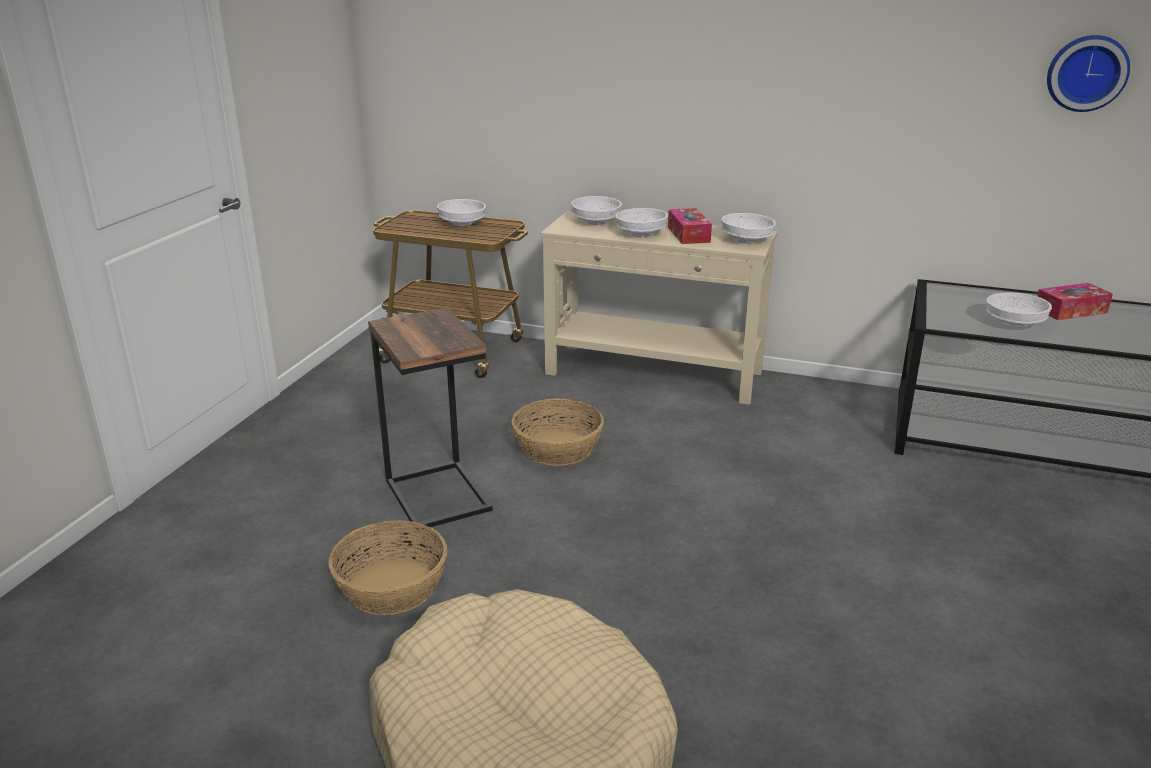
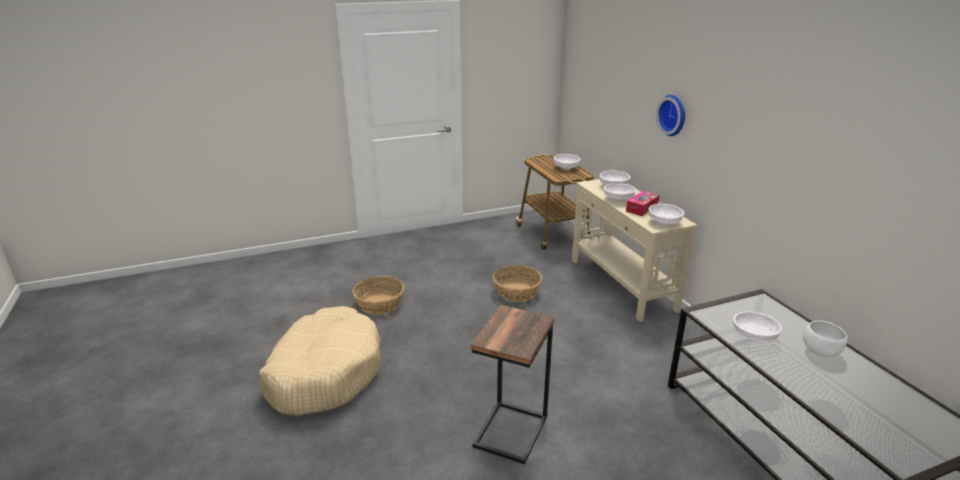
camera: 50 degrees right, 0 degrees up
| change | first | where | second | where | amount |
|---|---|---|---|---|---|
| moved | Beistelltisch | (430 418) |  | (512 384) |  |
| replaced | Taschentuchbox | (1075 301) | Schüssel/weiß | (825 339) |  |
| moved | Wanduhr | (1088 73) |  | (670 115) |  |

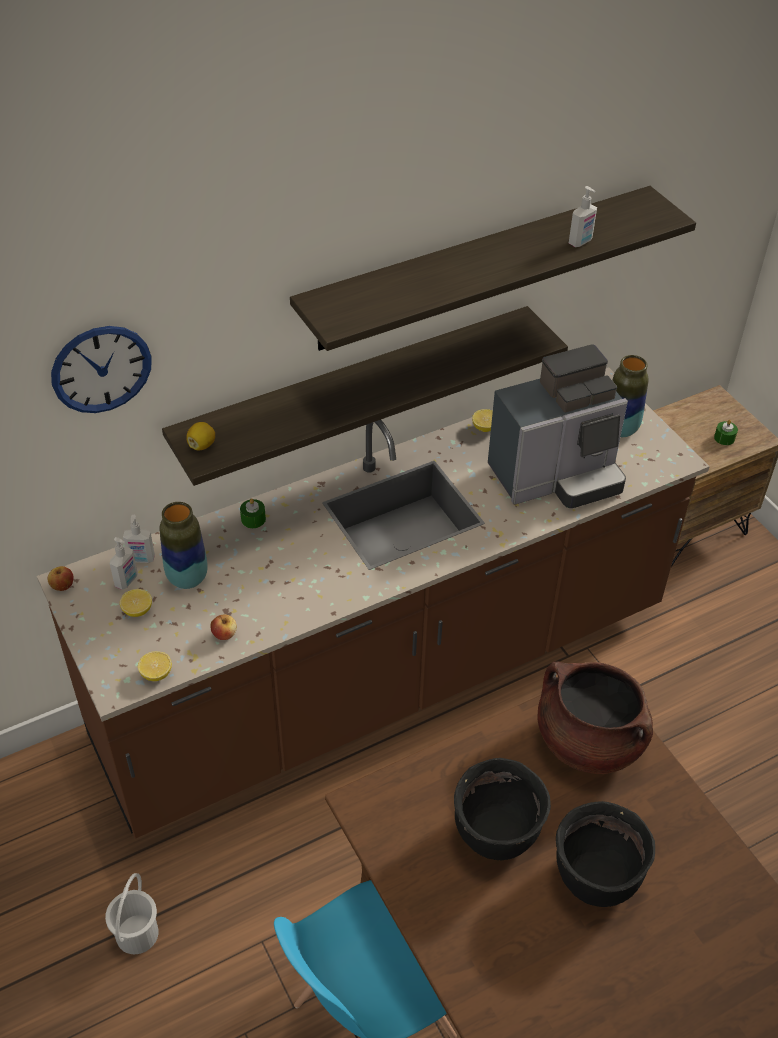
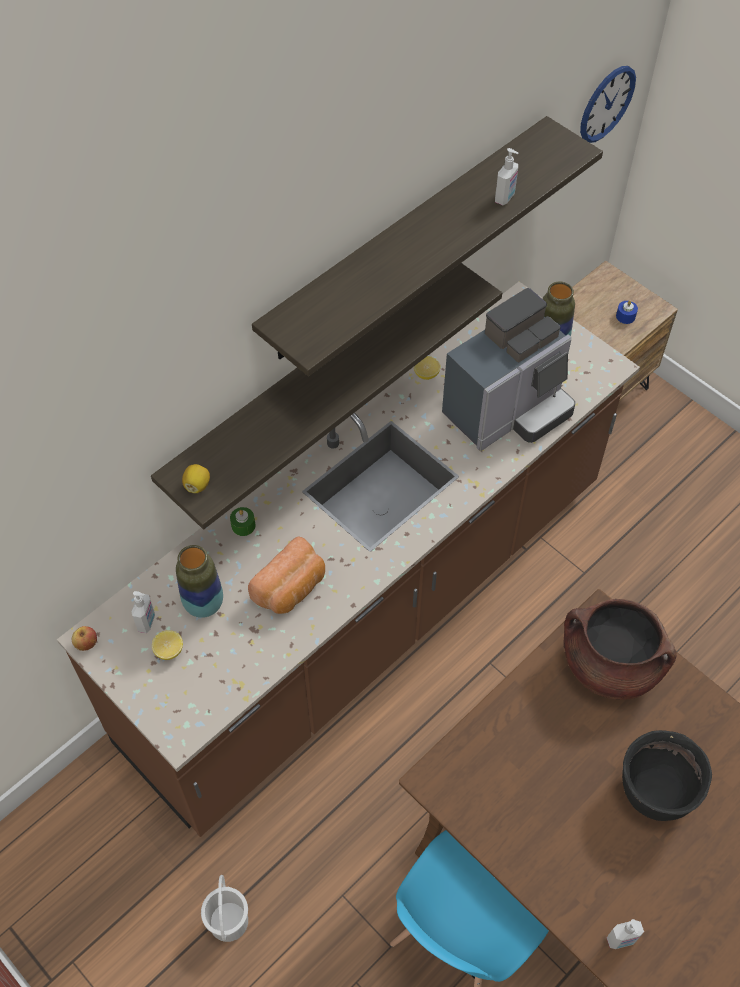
camera: 15 degrees left, 10 degrees up
| change | first | where | second | where | amount |
|---|---|---|---|---|---|
| moved | Wanduhr | (101 369) |  | (608 104) |  |
| moved | Seifenspender | (139 539) |  | (625 934) |  |
| removed | Zitrone | (155 666) |  |  |  |
| removed | Apfel | (224 627) |  |  |  |
| removed | Kochtopf/schwarz | (502 809) |  |  |  |
| recoloured | Kerze/grün | (726 432) | Kerze/blau | (627 312) |  |
| added |  |  | Brot | (286 575) |  |

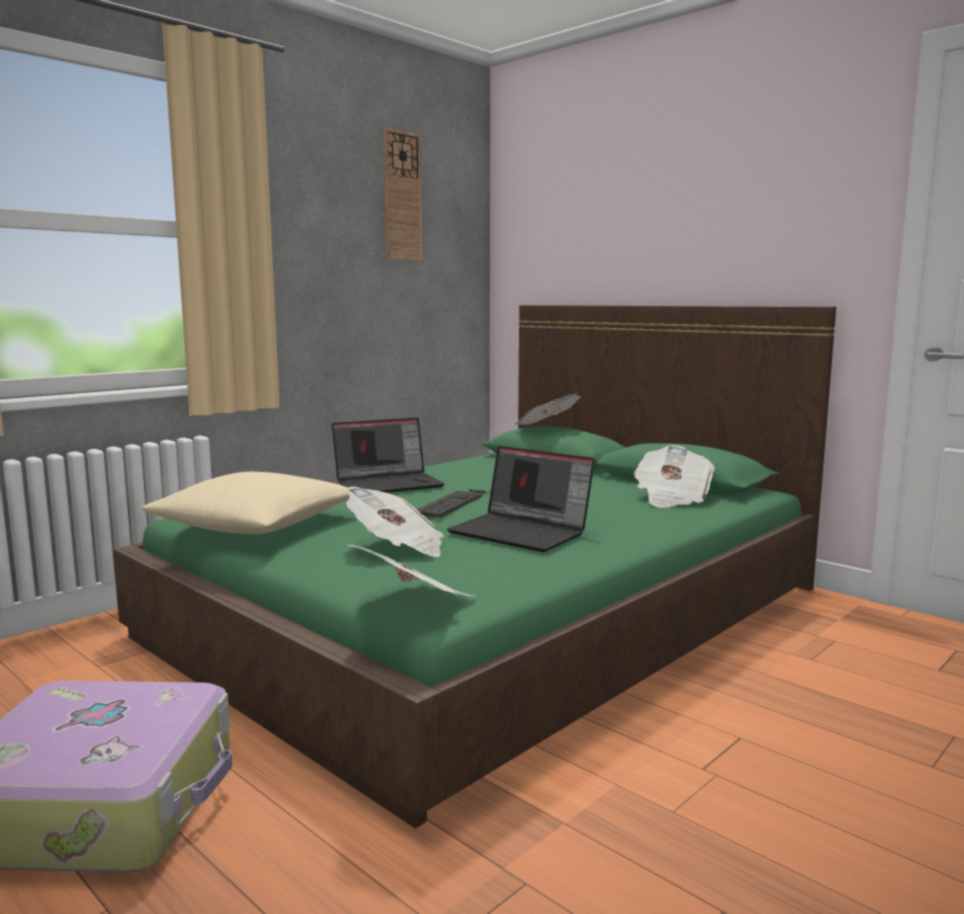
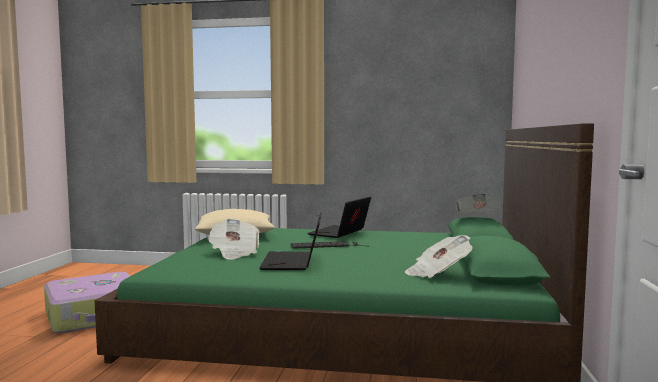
camera: 55 degrees right, 5 degrees down
| change | first | where | second | where | amount |
|---|---|---|---|---|---|
| turned | Laptop | (388 455) |  | (339 217) | 90 degrees clockwise |
| removed | Zeitung | (411 570) |  |  |  |
| removed | Wanduhr | (403 194) |  |  |  |

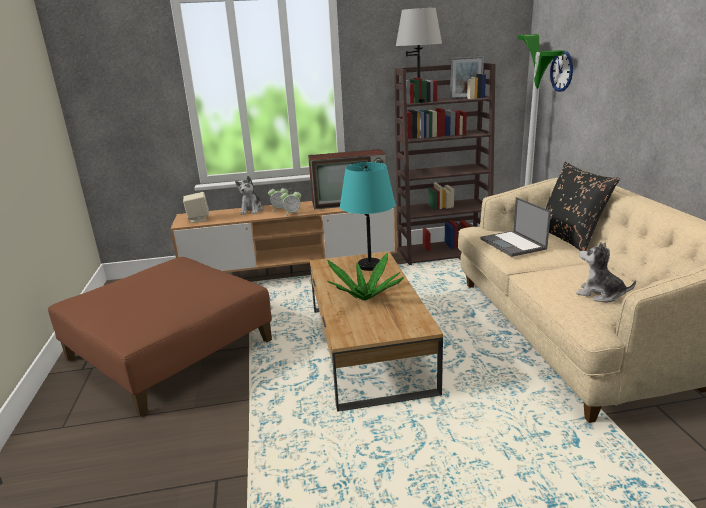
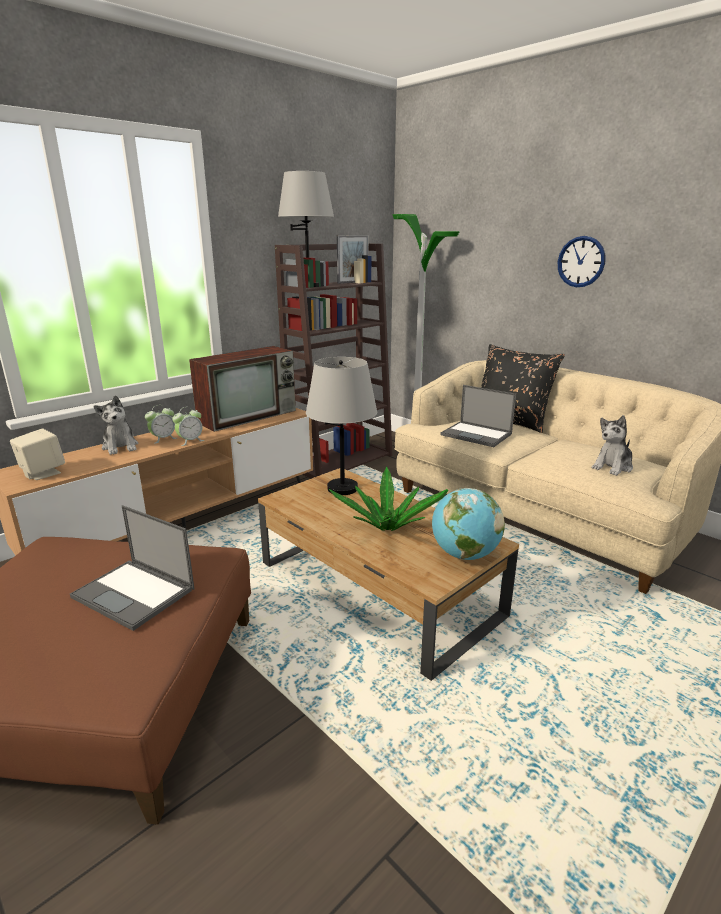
camera: 35 degrees left, 0 degrees up
| change | first | where | second | where | amount |
|---|---|---|---|---|---|
| recoloured | Tischlampe/türkis | (368 216) | Tischlampe/grau | (341 426) |  |
| moved | Wanduhr | (561 71) |  | (581 261) |  |
| turned | Plüschtier | (606 272) |  | (612 445) | 45 degrees counterclockwise |
| added |  |  | Laptop | (132 568) |  |
| added |  |  | Globus | (468 524) |  |

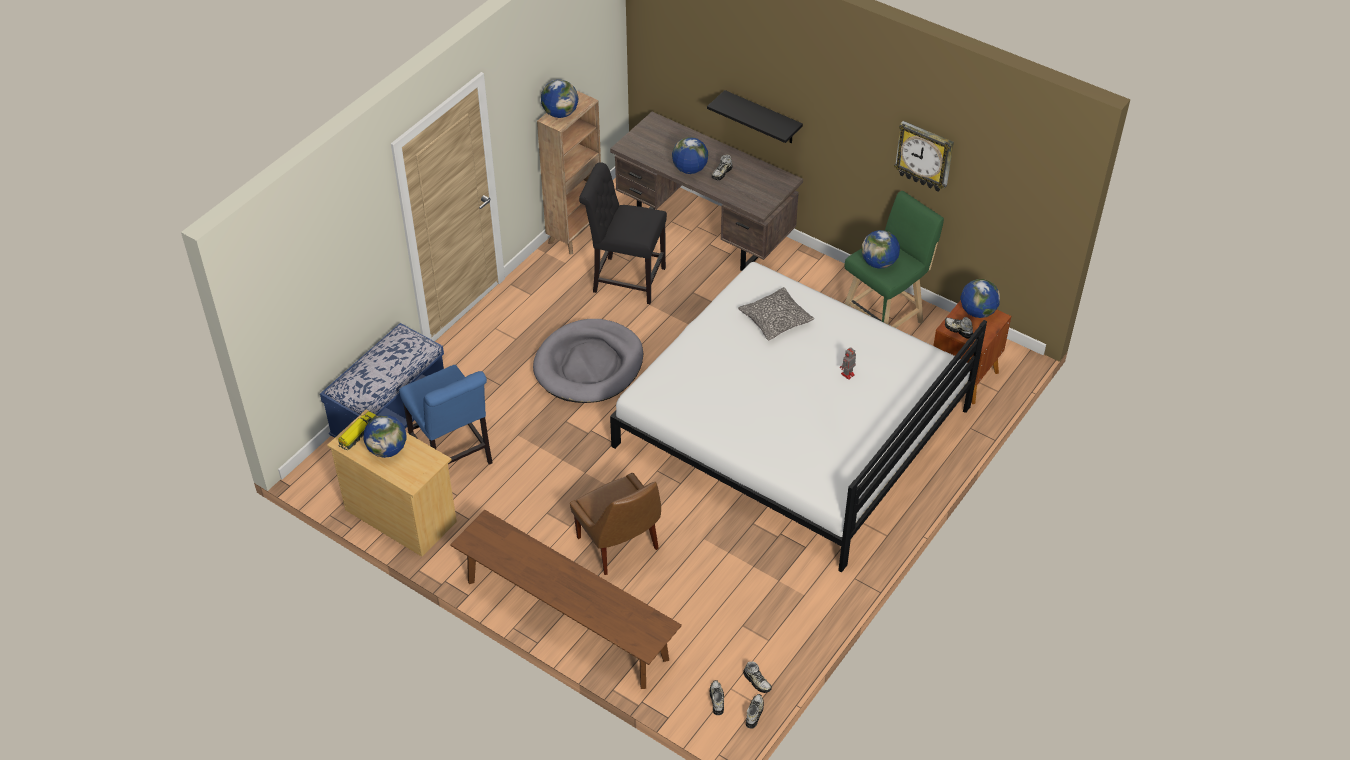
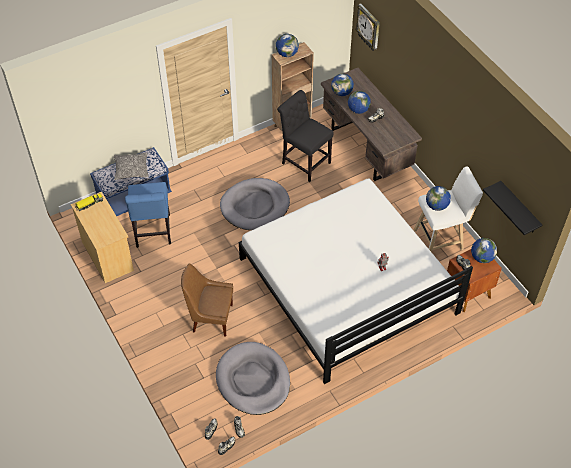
camera: 25 degrees right, 5 degrees up
| change | first | where | second | where | amount |
|---|---|---|---|---|---|
| moved | Globus | (385 436) |  | (342 85) |  |
| removed | Bank/braun | (566 599) |  |  |  |
| turned | Stuhl/braun | (615 524) |  | (207 300) | 105 degrees clockwise |
| moved | Wandregal/schwarz | (755 116) |  | (512 208) |  |
| moved | Kissen | (776 313) |  | (131 166) |  |
| recoloured | Hocker/grün | (894 259) | Hocker/weiß | (448 209) |  |
| moved | Wanduhr | (924 156) |  | (368 27) |  |
| added |  |  | Hundebett/grau | (253 378) |  |

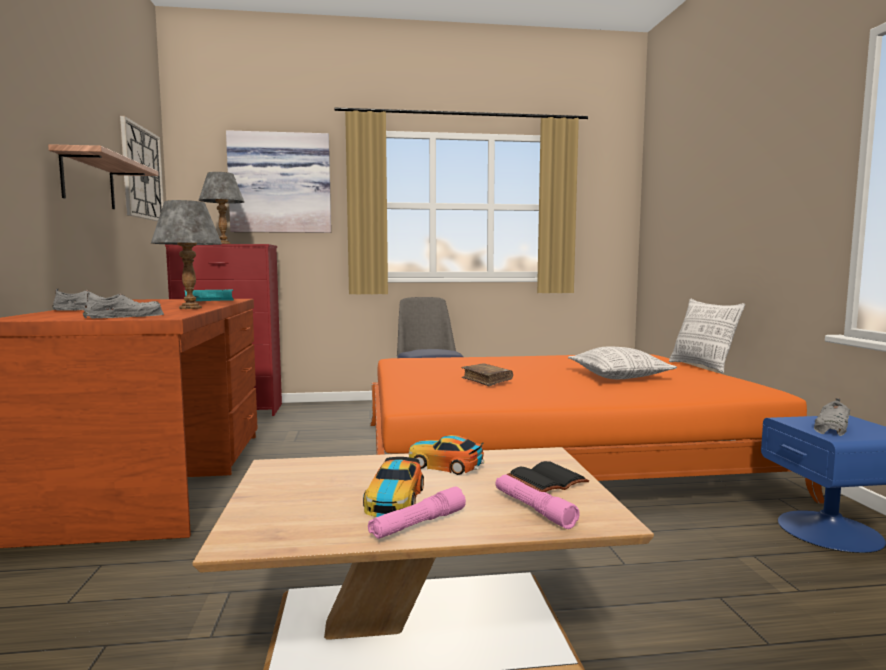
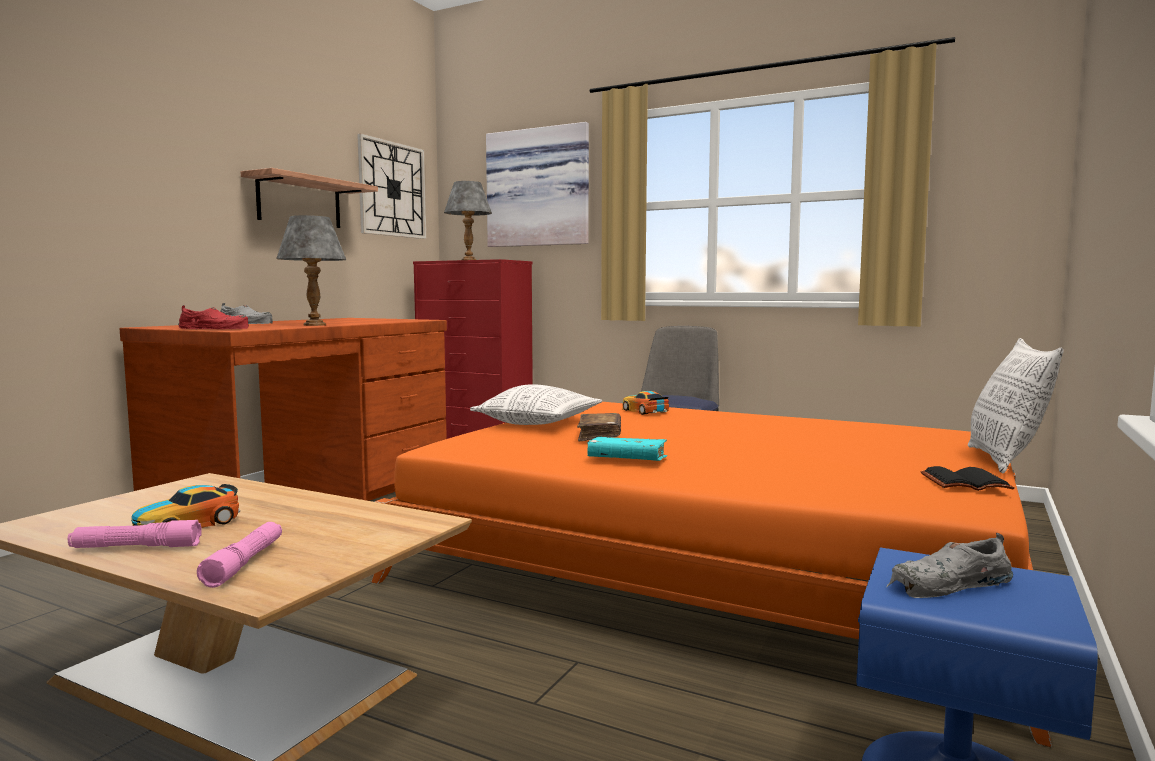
camera: 35 degrees right, 0 degrees up
| change | first | where | second | where | amount |
|---|---|---|---|---|---|
| recoloured | Schuh/grau | (123 306) | Schuh/rot | (213 317) |  |
| moved | Buch/türkis | (209 295) |  | (627 449) |  |
| moved | Spielzeugauto | (447 455) |  | (645 403) |  |
| moved | Buch/schwarz | (547 476) |  | (968 478) |  |
| moved | Kissen | (622 362) |  | (536 404) |  |

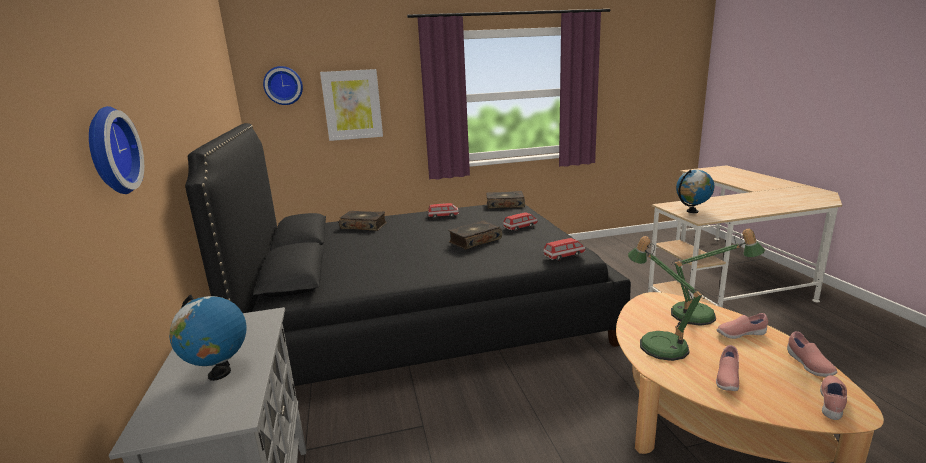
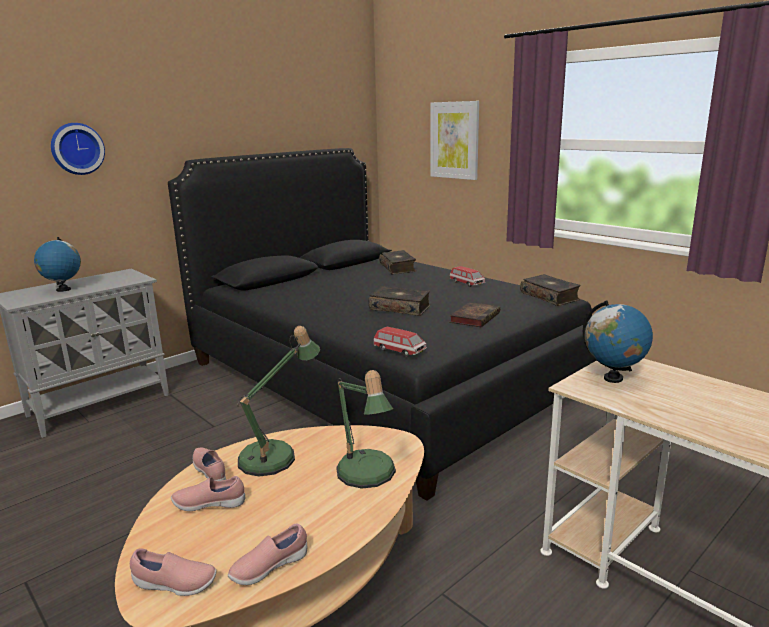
camera: 60 degrees right, 0 degrees up
| change | first | where | second | where | amount |
|---|---|---|---|---|---|
| removed | Wanduhr | (283 85) |  |  |  |
| replaced | Spielzeugauto | (520 221) | Buch | (474 314) |  |
| moved | Schuh/rosa | (742 326) |  | (209 464) |  |

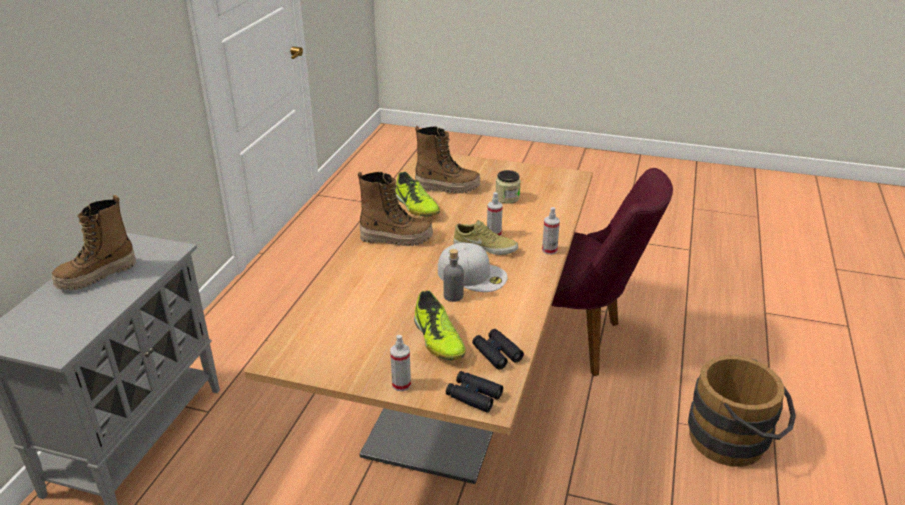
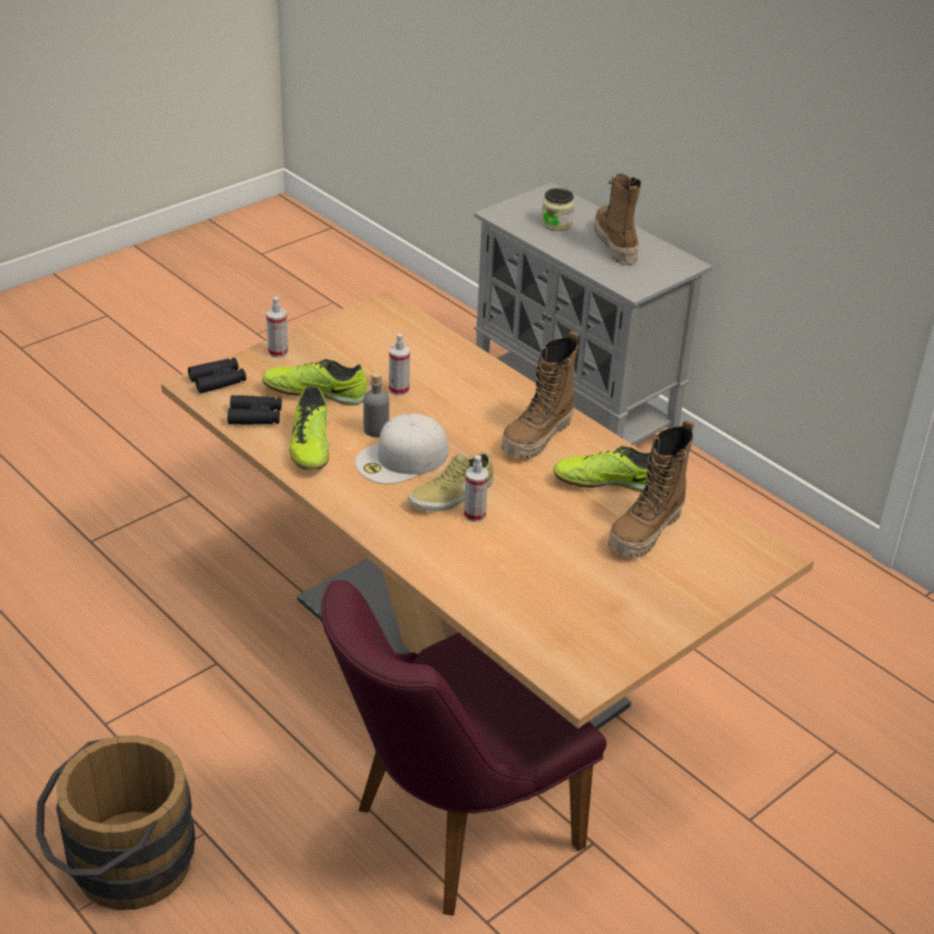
camera: 120 degrees right, 5 degrees up
| change | first | where | second | where | amount |
|---|---|---|---|---|---|
| moved | Vorratsglas | (508 187) |  | (557 209) |  |
| moved | Sprühflasche | (551 231) |  | (399 365) |  |
| added |  |  | Schuh | (309 428) |  |

